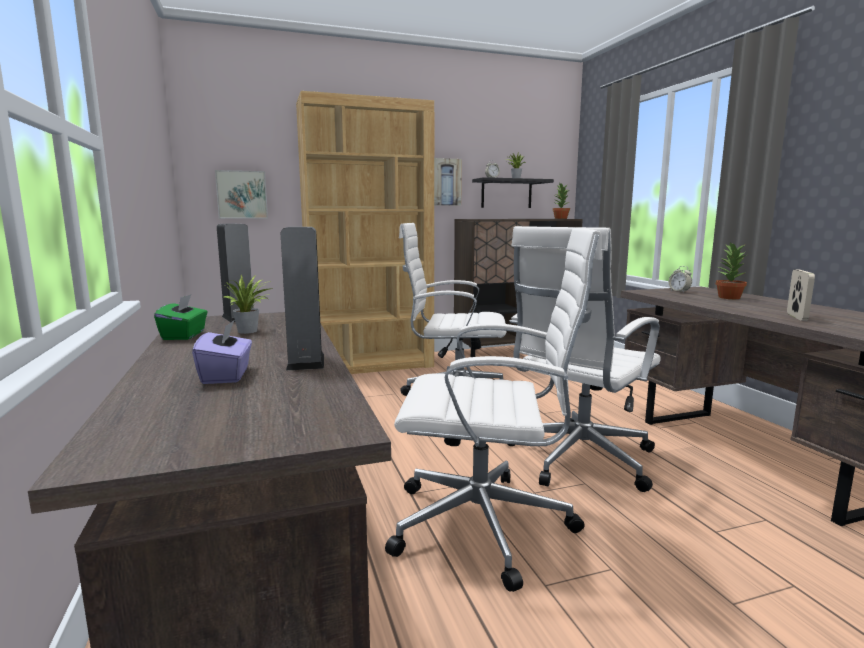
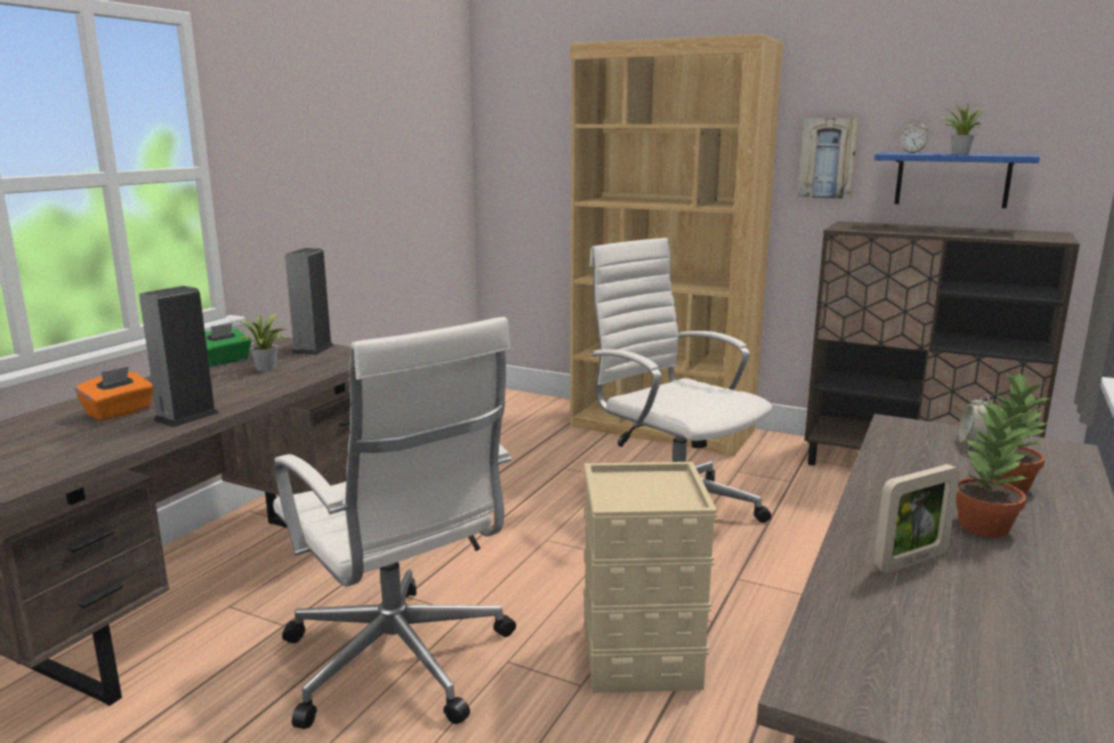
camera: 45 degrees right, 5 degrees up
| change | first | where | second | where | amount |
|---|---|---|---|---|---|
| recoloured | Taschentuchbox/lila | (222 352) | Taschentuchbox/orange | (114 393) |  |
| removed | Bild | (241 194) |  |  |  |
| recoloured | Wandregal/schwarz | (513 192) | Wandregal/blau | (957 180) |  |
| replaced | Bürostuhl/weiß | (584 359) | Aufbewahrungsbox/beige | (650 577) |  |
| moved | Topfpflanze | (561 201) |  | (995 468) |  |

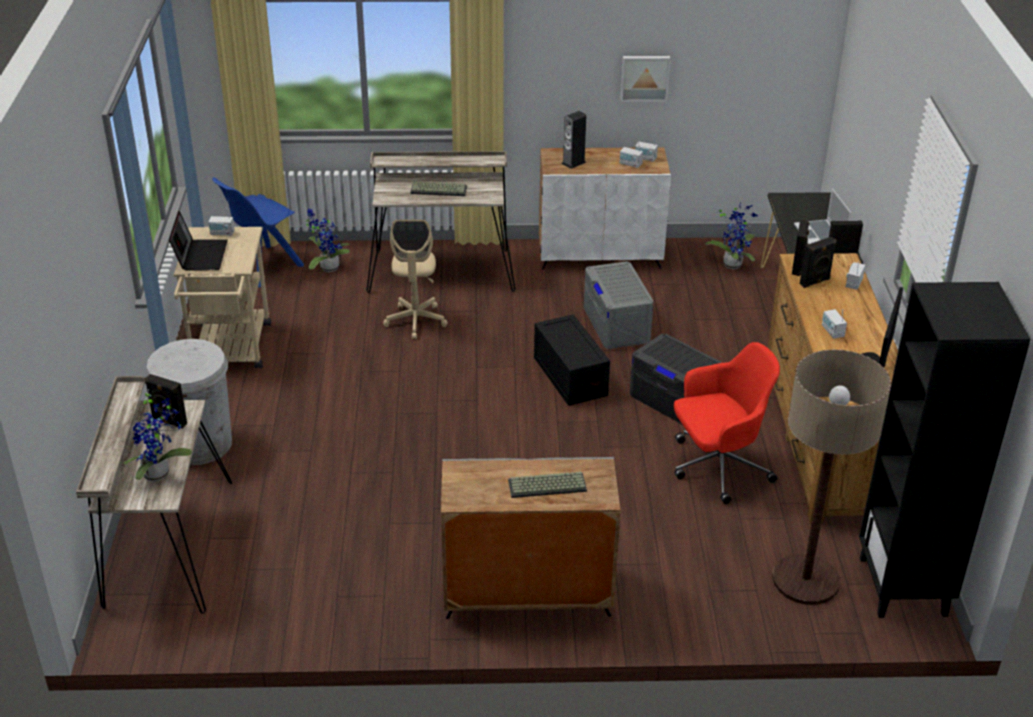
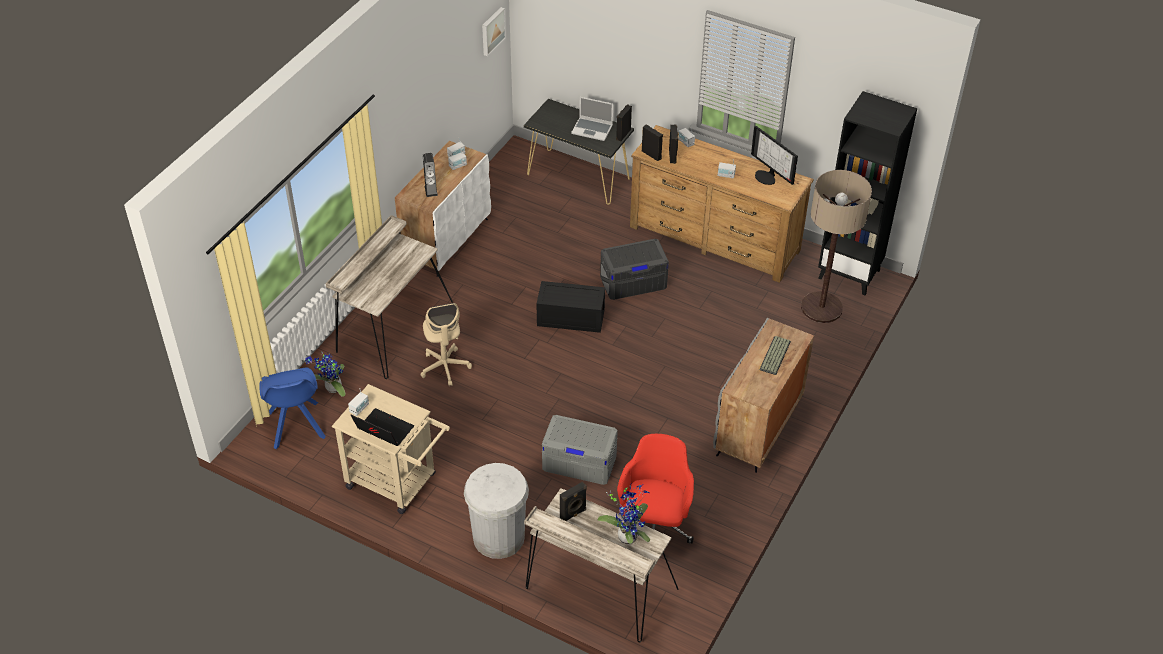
camera: 60 degrees left, 10 degrees up
| change | first | where | second | where | amount |
|---|---|---|---|---|---|
| turned | Bürostuhl/beige | (415 279) |  | (446 344) | 45 degrees clockwise |
| removed | Tastatur | (438 188) |  |  |  |
| moved | Aufbewahrungsbox/grau | (619 305) |  | (580 450) |  |
| moved | Bild | (646 79) |  | (494 31) |  |
| moved | Bürostuhl/rot | (727 423) |  | (655 489) |  |
| removed | Topfpflanze | (731 235) |  |  |  |

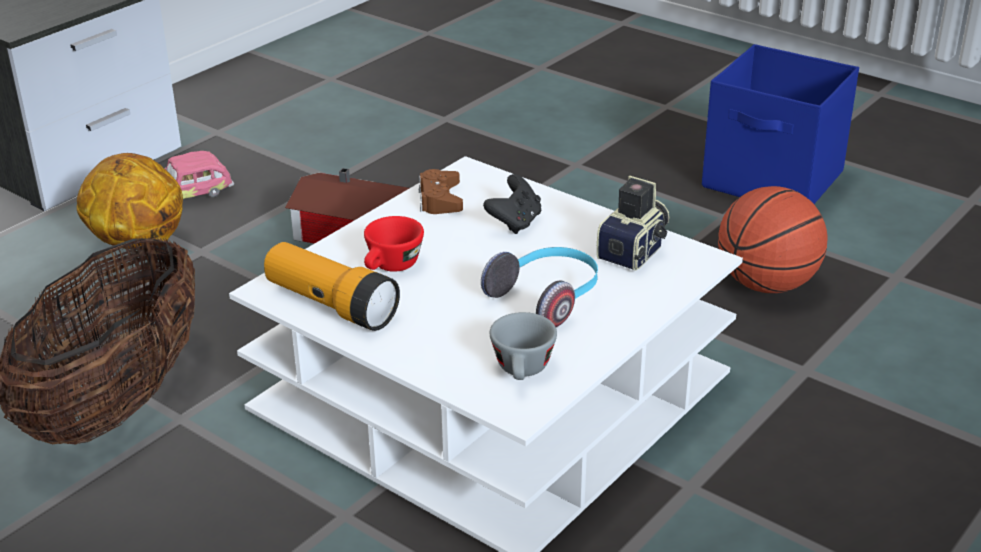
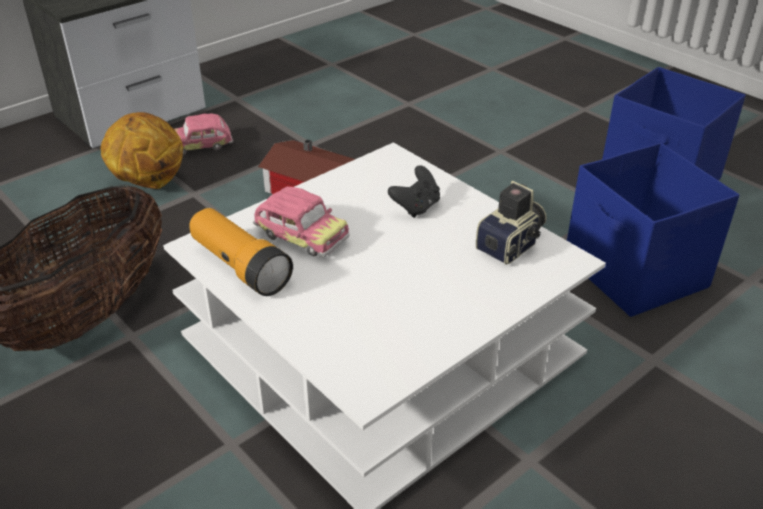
camera: 10 degrees right, 5 degrees up
| change | first | where | second | where | amount |
|---|---|---|---|---|---|
| replaced | Tasse/rot | (394 244) | Spielzeugauto | (301 221) |  |
| removed | Gamepad/braun | (441 191) |  |  |  |
| removed | Kopfhörer | (539 287) |  |  |  |
| removed | Tasse/grau | (523 346) |  |  |  |
| replaced | Basketball | (773 239) | Aufbewahrungsbox/blau | (653 230) |  |

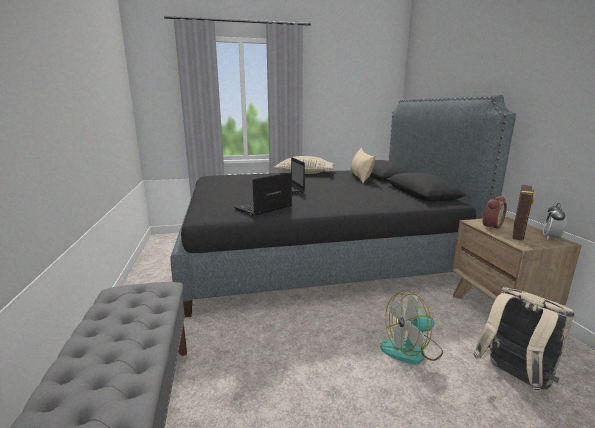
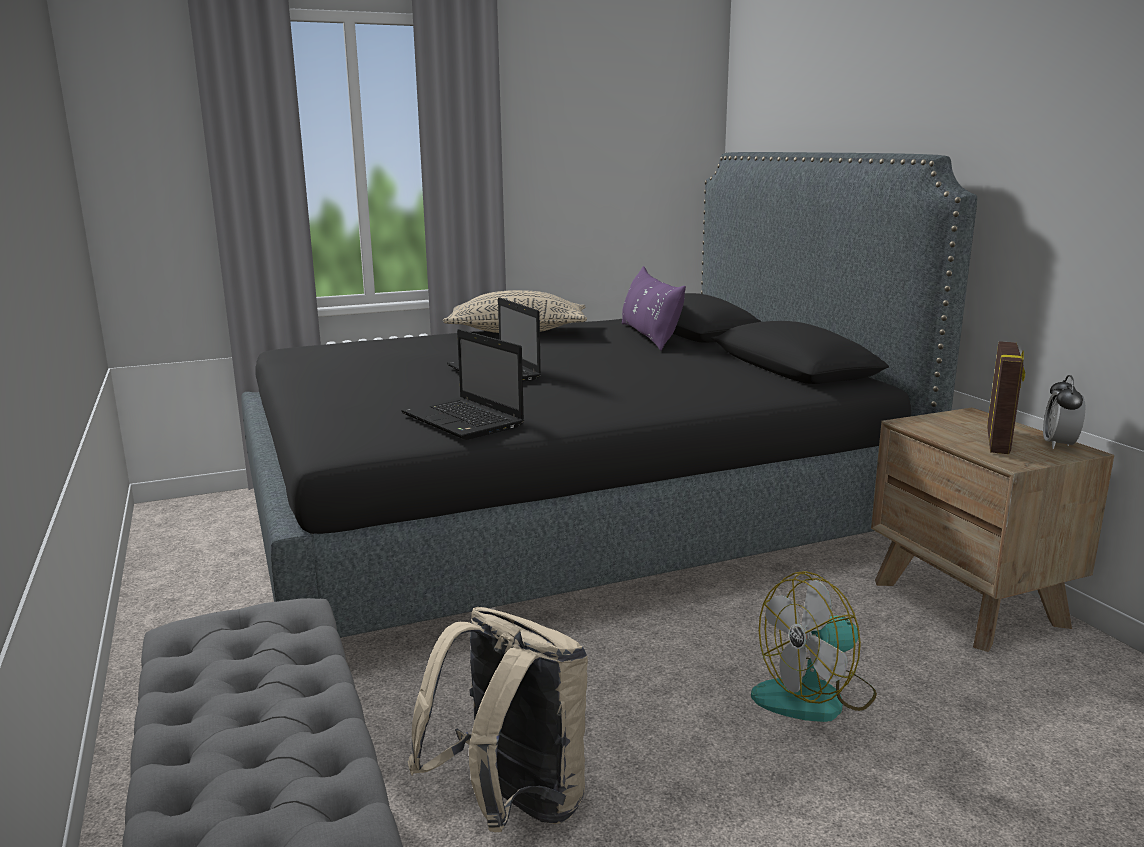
camera: 10 degrees left, 0 degrees up
| change | first | where | second | where | amount |
|---|---|---|---|---|---|
| turned | Laptop | (263 194) |  | (462 384) | 75 degrees counterclockwise |
| recoloured | Kissen/beige | (363 165) | Kissen/lila | (654 308) |  |
| moved | Rucksack/beige | (523 339) |  | (498 719) |  |
| removed | Wecker | (494 213) |  |  |  |

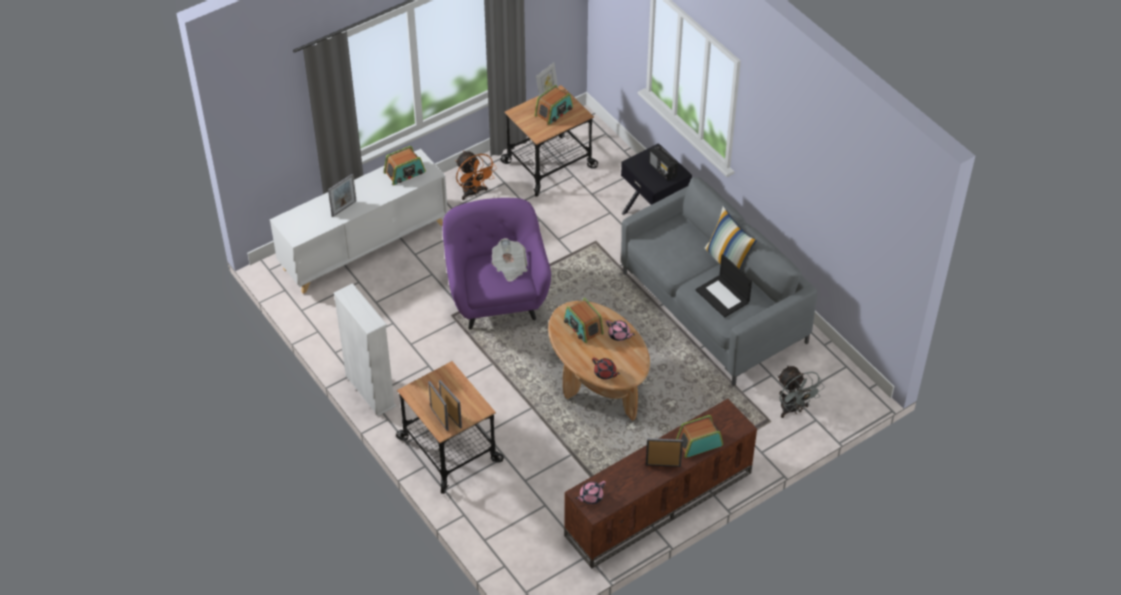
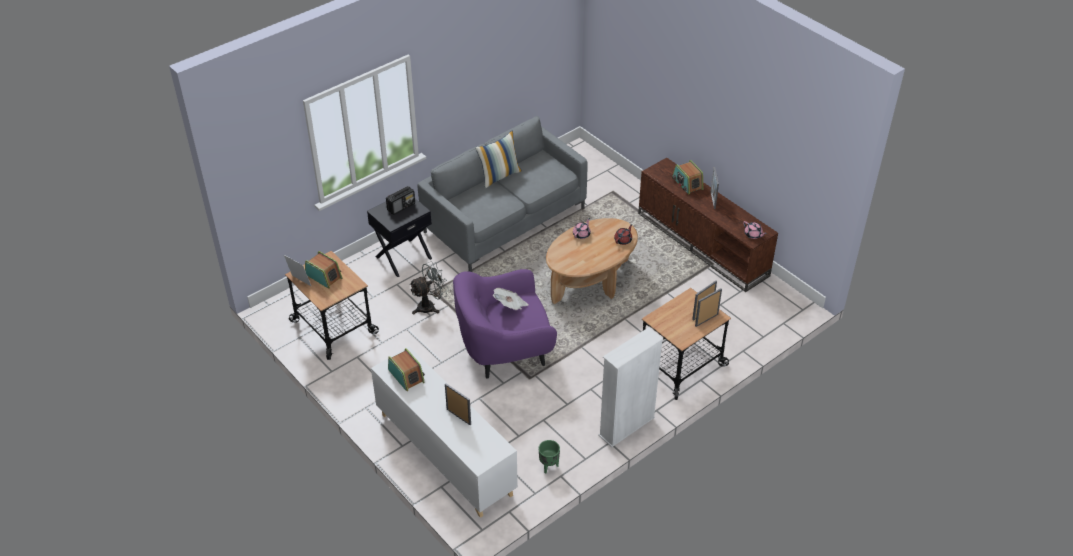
camera: 95 degrees left, 5 degrees down
| change | first | where | second | where | amount |
|---|---|---|---|---|---|
| removed | Ventilator/orange | (476 175) |  |  |  |
| removed | Radio | (584 320) |  |  |  |
| removed | Laptop | (723 286) |  |  |  |
| moved | Ventilator/grau | (801 391) |  | (429 288) |  |
| added |  |  | Pflanzkübel/grün | (549 456) |  |

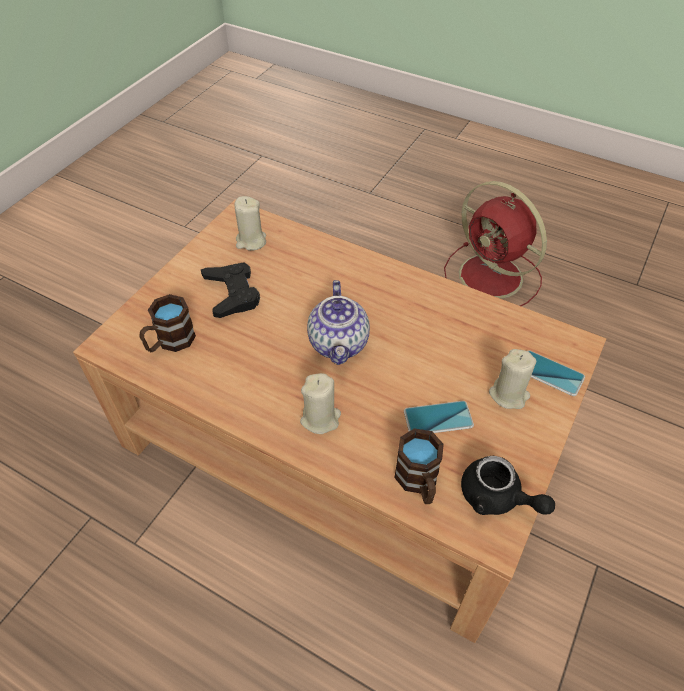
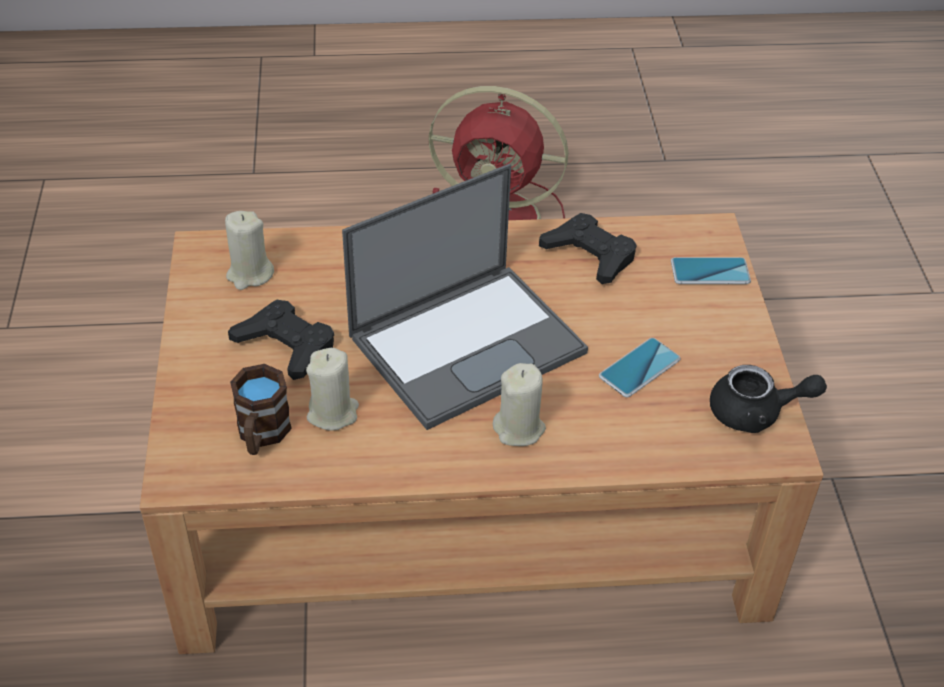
camera: 35 degrees left, 5 degrees down
| change | first | where | second | where | amount |
|---|---|---|---|---|---|
| replaced | Teekanne | (338 322) | Laptop | (465 297) |  |
| removed | Henkelbecher/braun | (419 466) |  |  |  |
| moved | Kerze/beige | (512 379) |  | (332 389) |  |
| added |  |  | Gamepad/schwarz | (588 248) |  |

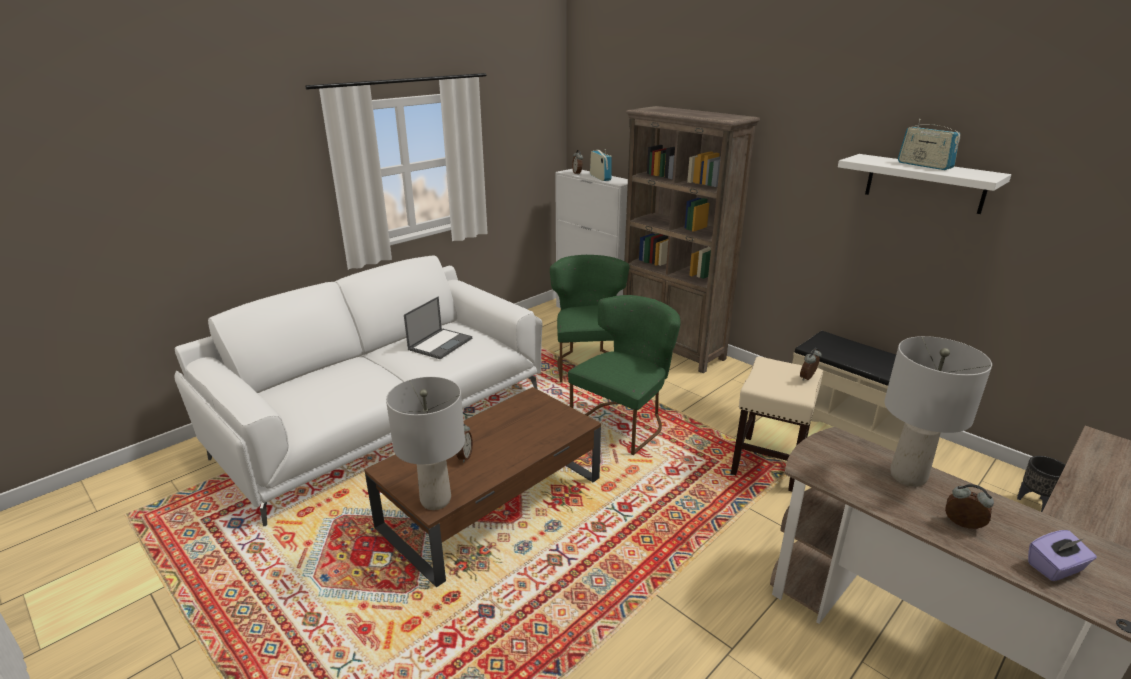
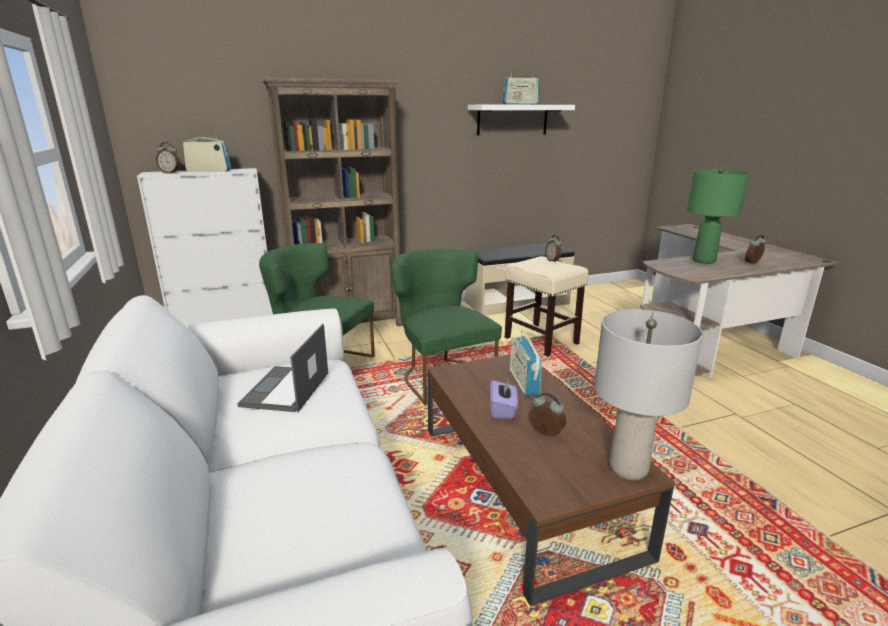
camera: 65 degrees left, 5 degrees down
| change | first | where | second | where | amount |
|---|---|---|---|---|---|
| turned | Laptop | (438 328) |  | (282 368) | 135 degrees counterclockwise |
| recoloured | Tischlampe/grau | (938 411) | Tischlampe/grün | (718 216) |  |
| removed | Pflanzkübel/schwarz | (1041 484) |  |  |  |
| moved | Taschentuchbox/lila | (1062 555) |  | (504 399) |  |
| added |  |  | Radio | (526 364) |  |

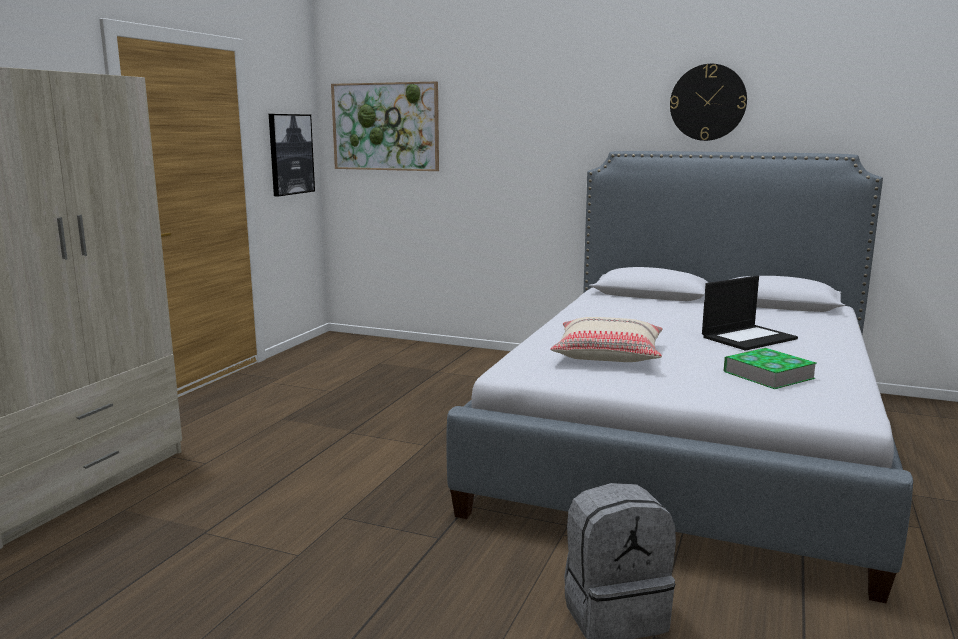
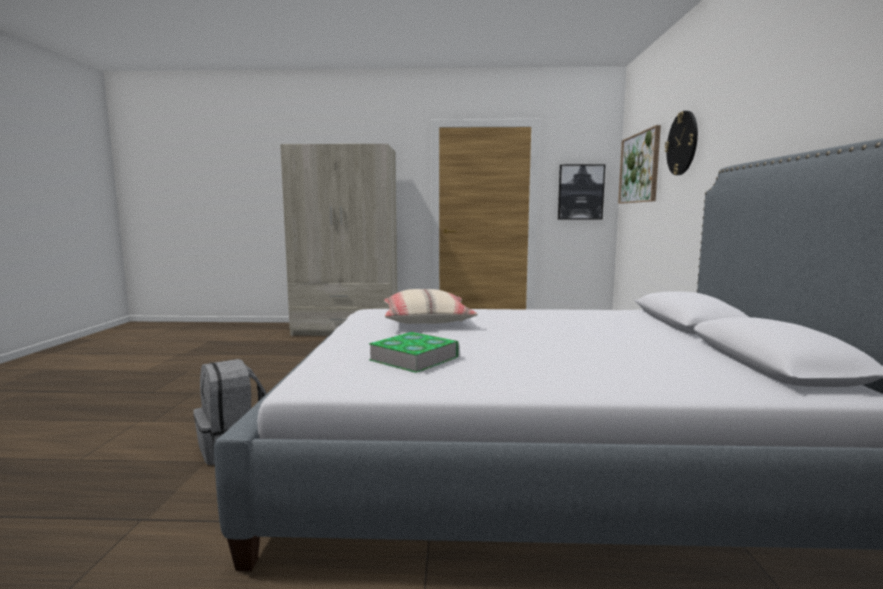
camera: 70 degrees right, 5 degrees down
| change | first | where | second | where | amount |
|---|---|---|---|---|---|
| moved | Wanduhr | (708 102) |  | (681 143) |  |
| removed | Laptop | (750 313) |  |  |  |

